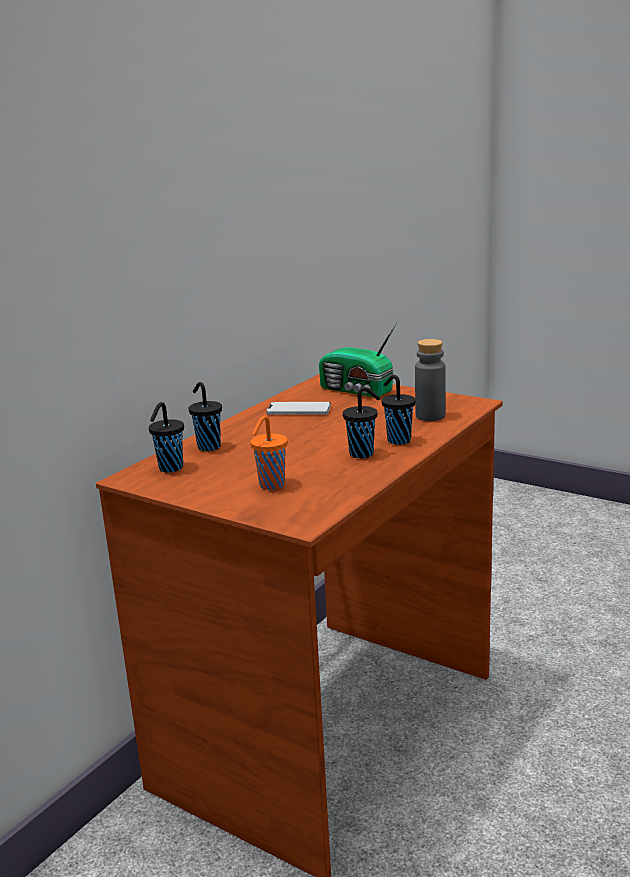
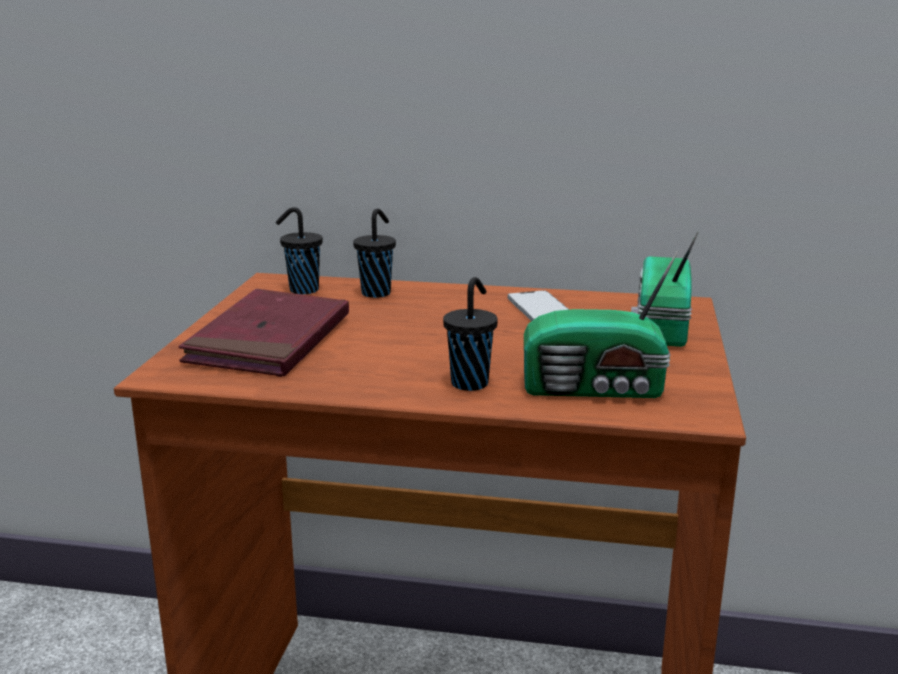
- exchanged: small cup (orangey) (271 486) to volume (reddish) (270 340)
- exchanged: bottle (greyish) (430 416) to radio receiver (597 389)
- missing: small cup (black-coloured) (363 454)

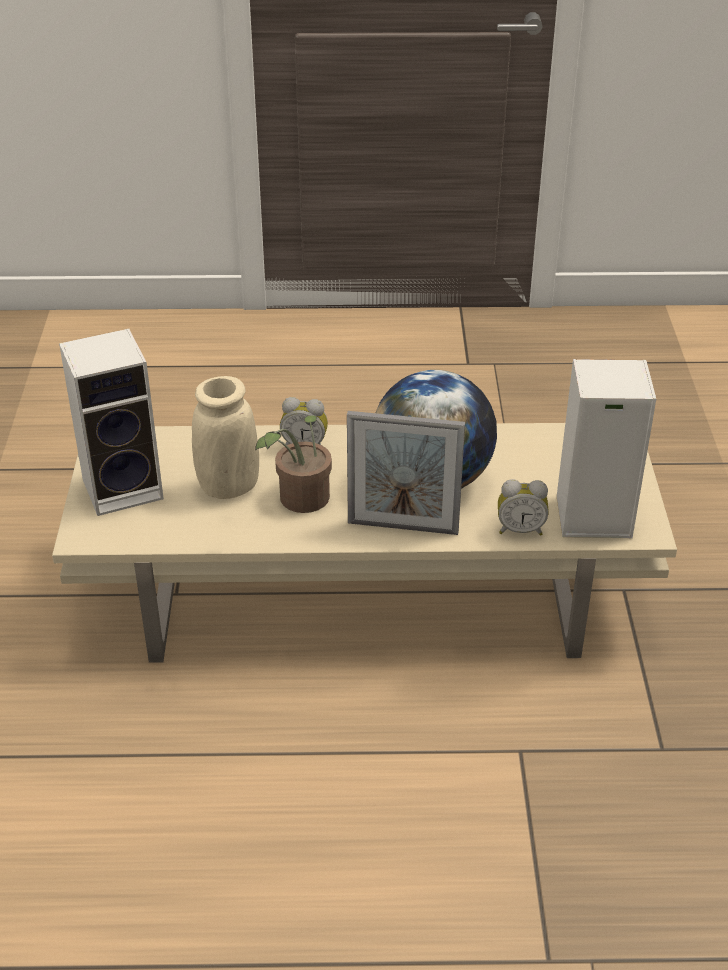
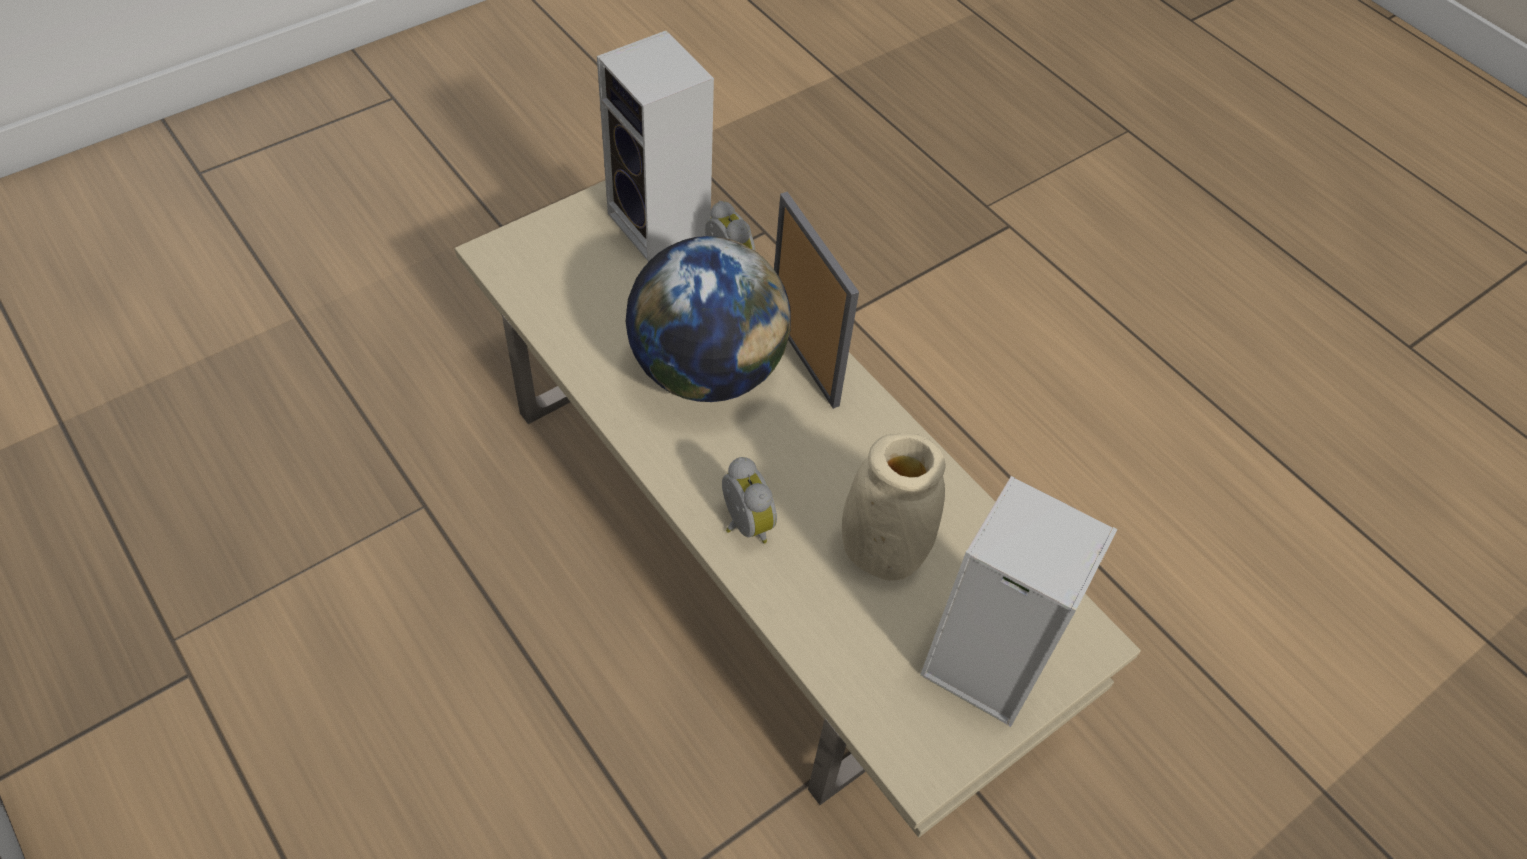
- missing: plant in a pot (299 501)

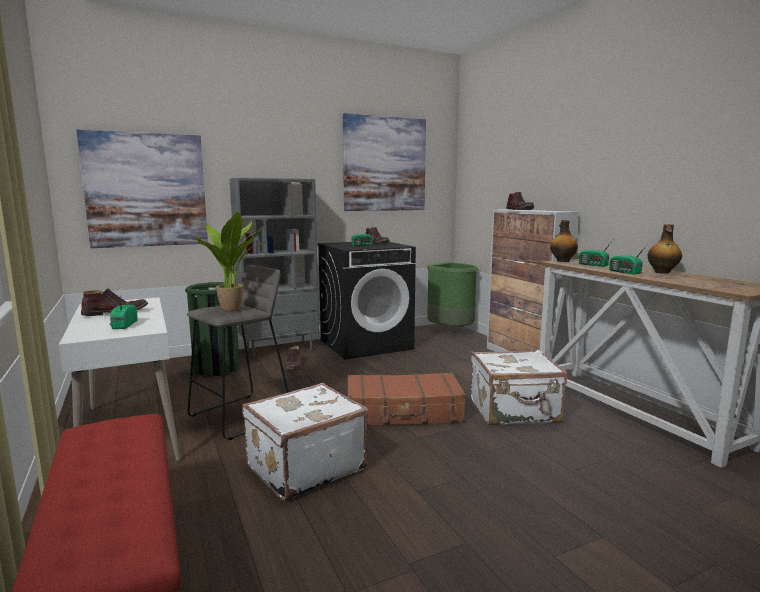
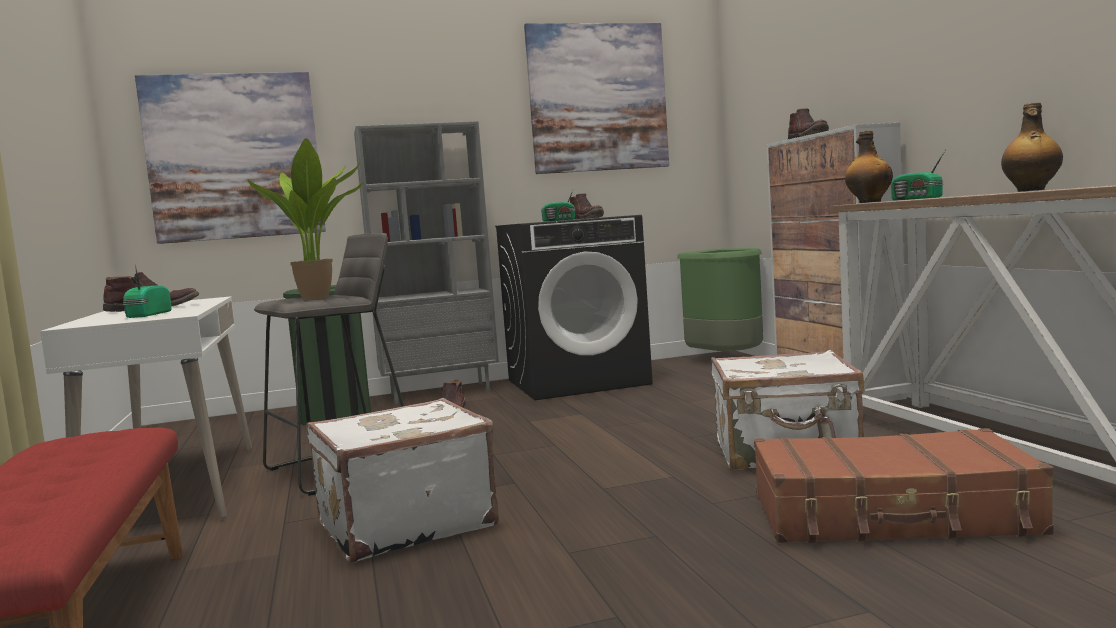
- relocated: travel case (brown-coloured) (404 412) to (892 515)
- missing: radio receiver (625 272)

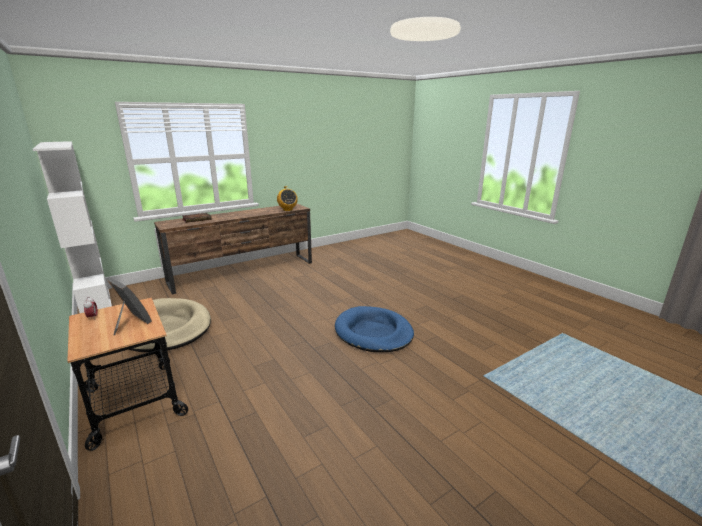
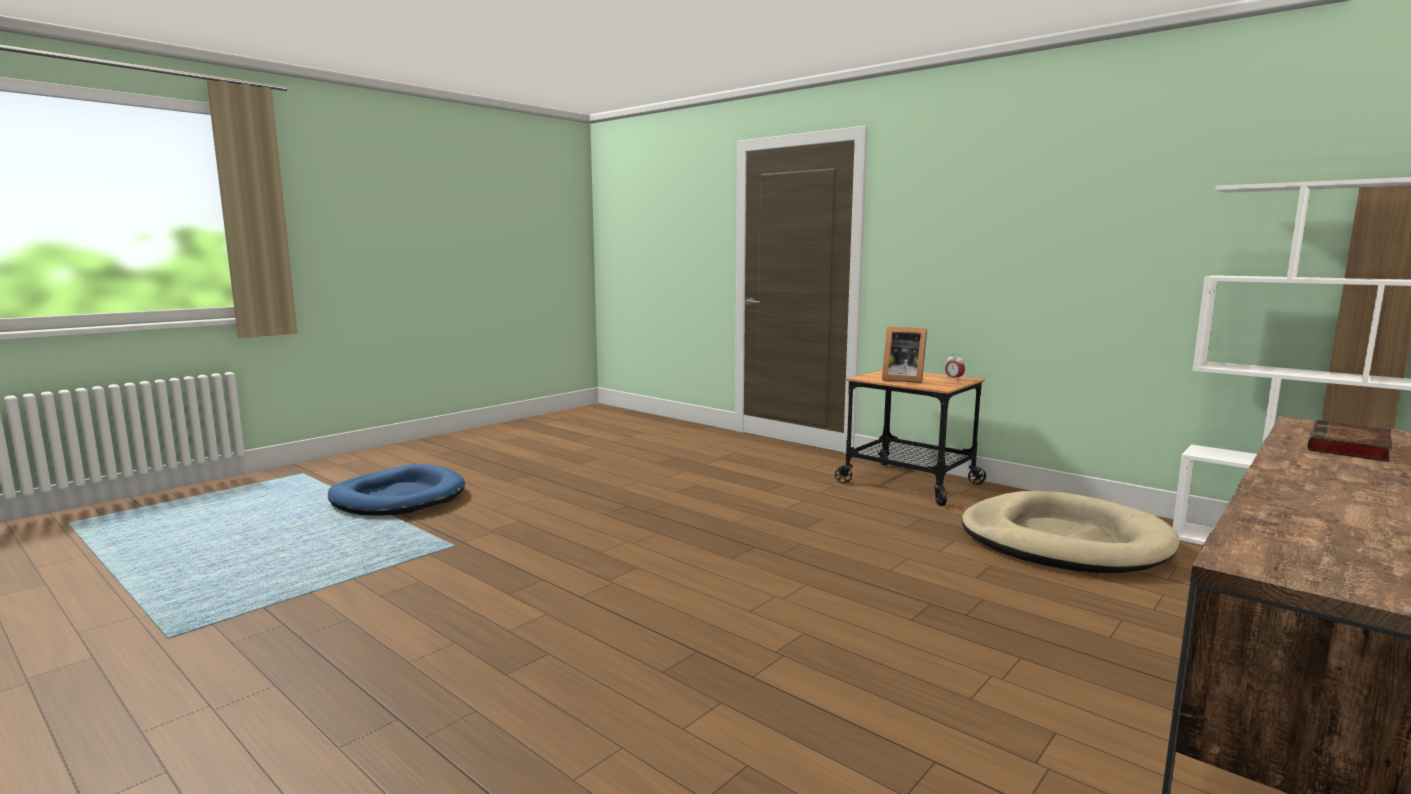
- relocated: dog bed (bluish) (373 332) to (398 497)
- missing: radio receiver (287 209)

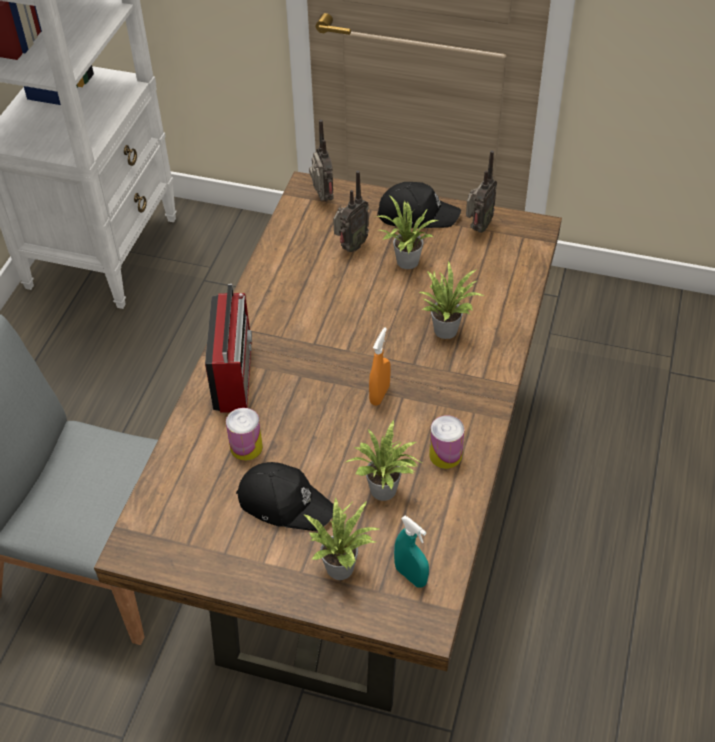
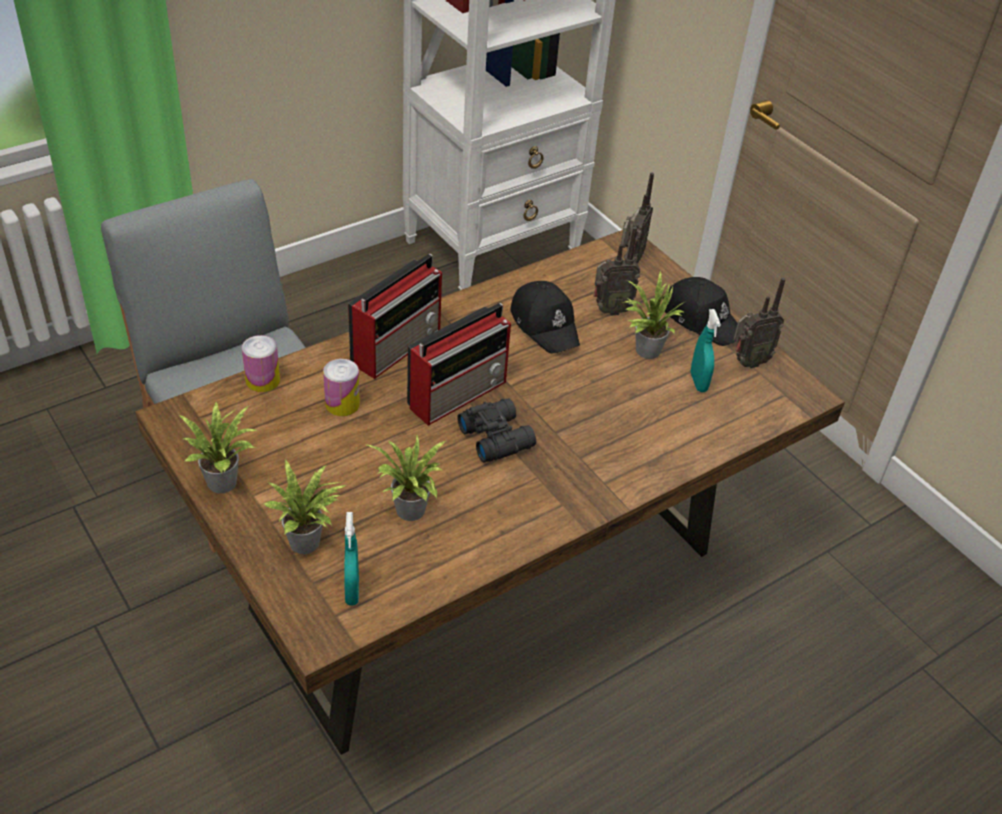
- relocated: plant in a pot (446 328) to (226 481)
- relocated: sealed can (445 455) to (262 380)
- appeared: radio receiver (459 393)
- exchanged: sprayer (orangey) (379 394) to binoculars (black-coloured) (496 436)
- relocated: peaked cap (black-coloured) (285 502) to (545 324)
- appeared: sprayer (turquoise) (698 382)

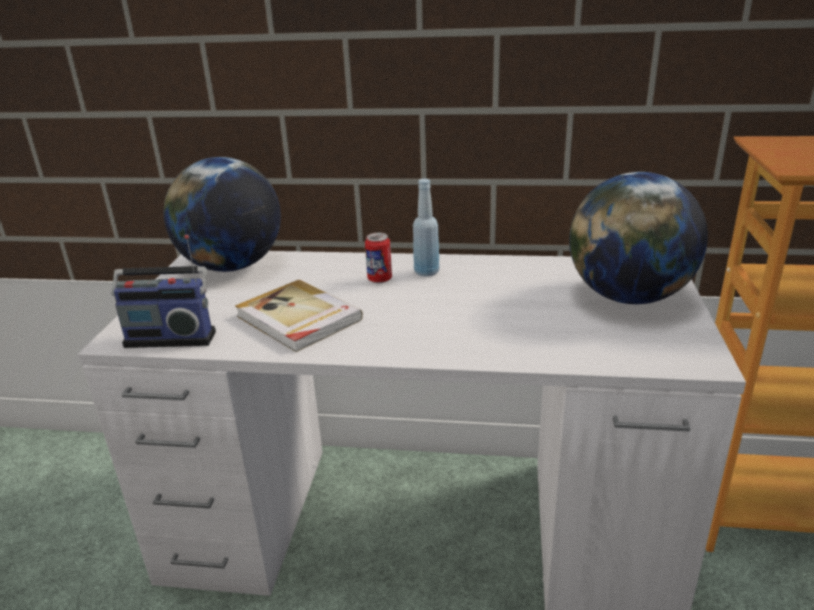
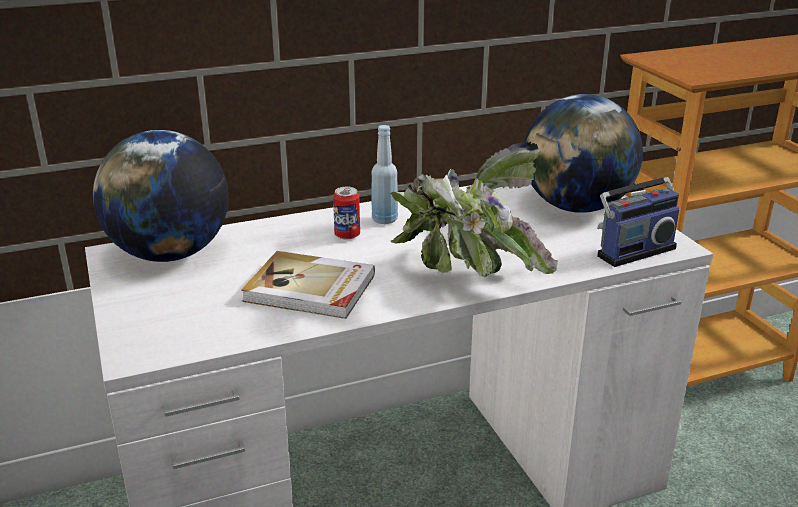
- appeared: plant in a pot (465 276)
- relocated: radio receiver (172 337) to (633 250)

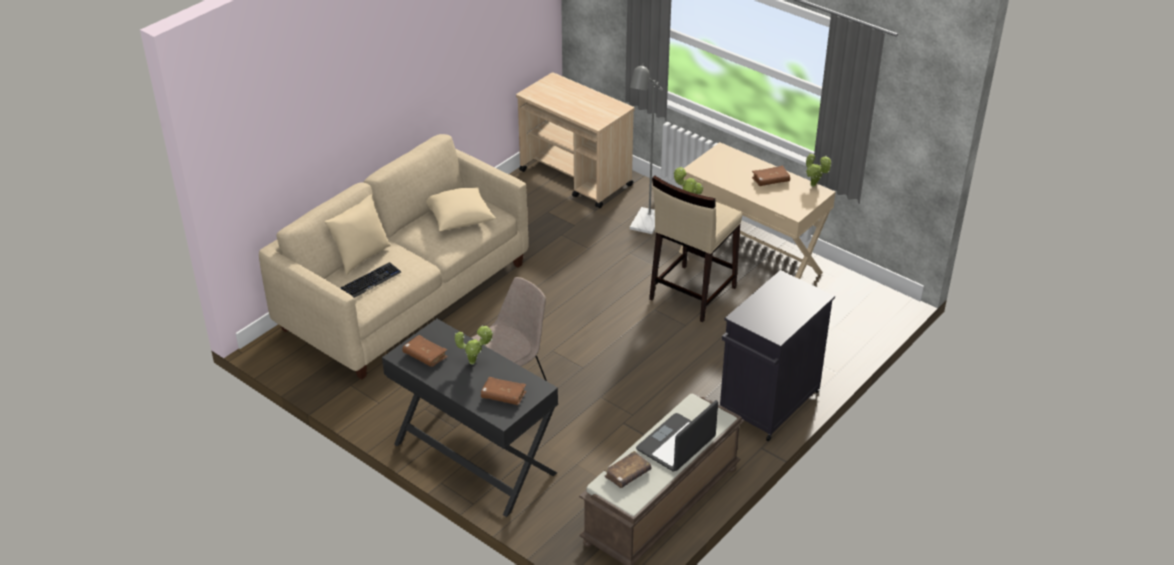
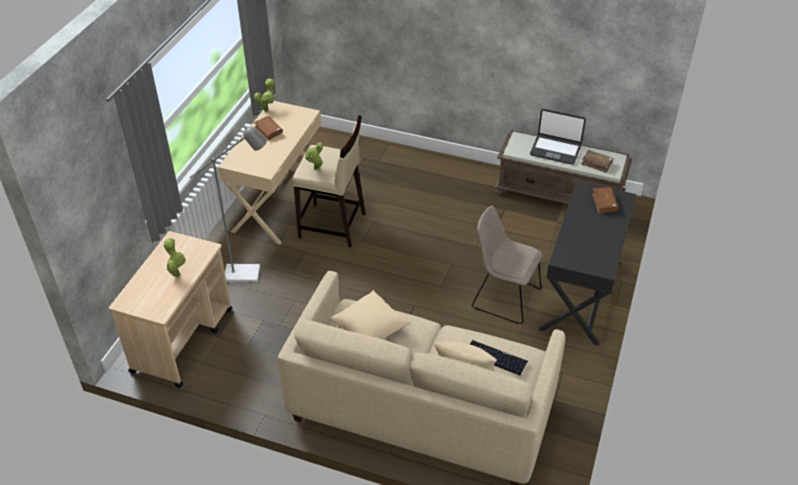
- relocated: plant in a pot (474 362) to (177 274)
- missing: volume (brown-coloured) (425 355)
- missing: cabinet (black-coloured) (768 404)

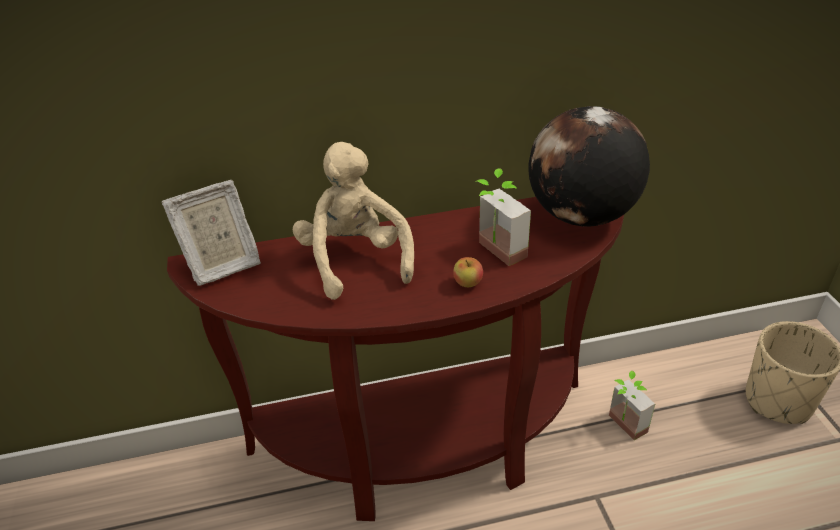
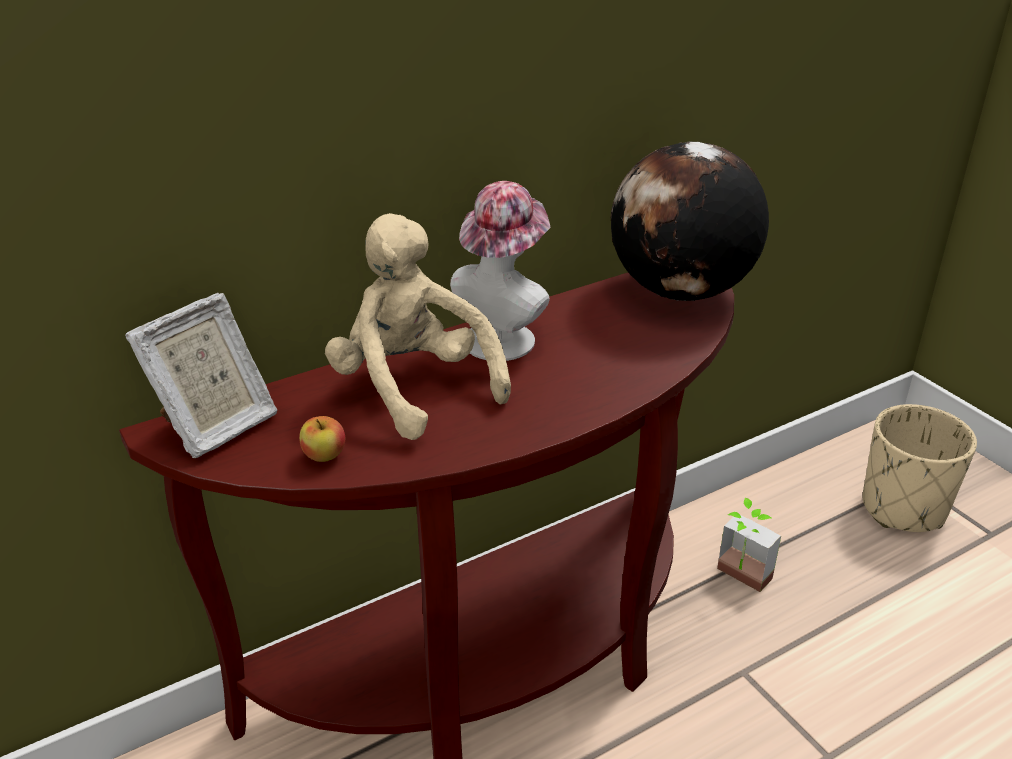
- relocated: apple (468 283) to (324 456)
- appeared: wearable hat (504 336)
- missing: plant in a pot (494 253)

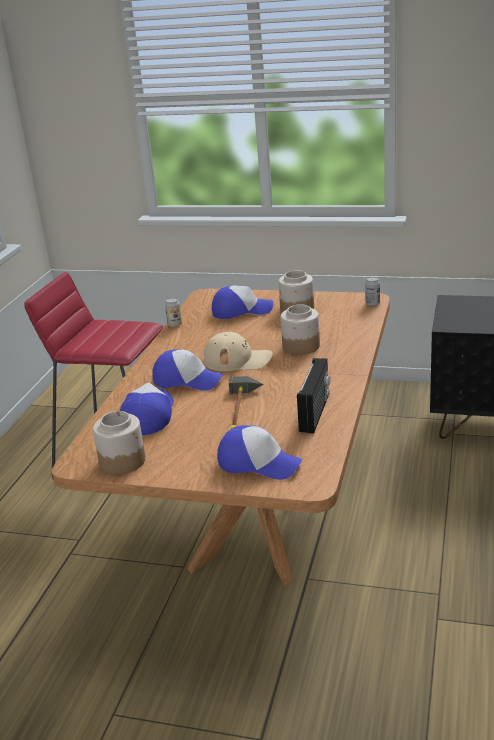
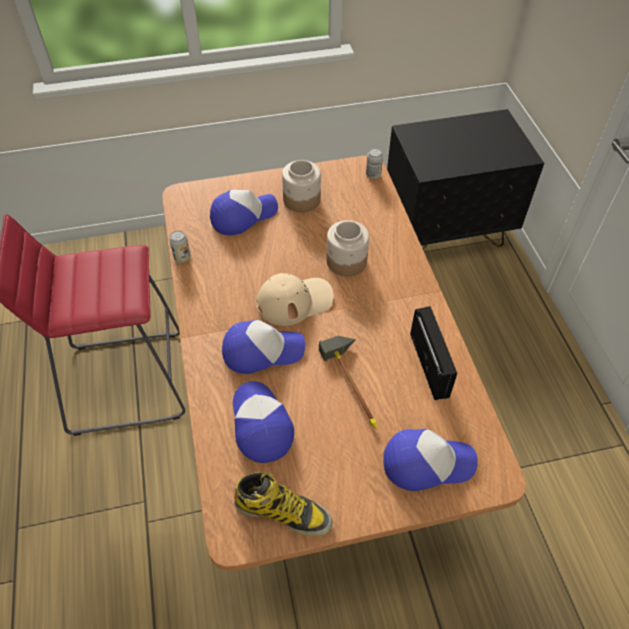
- exchanged: storage jar (122 461) to boot (283 512)

